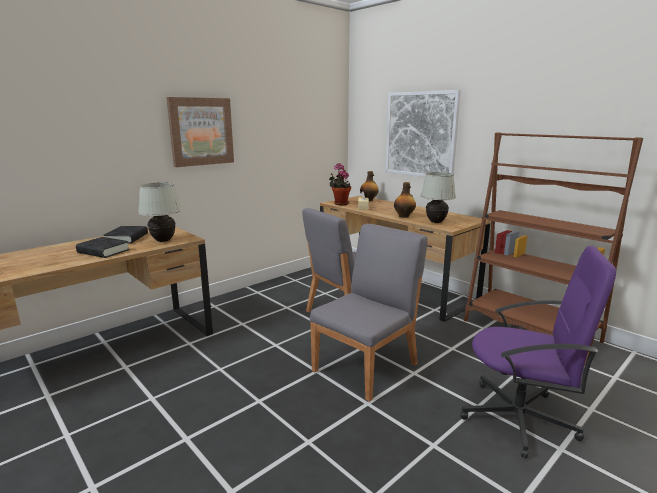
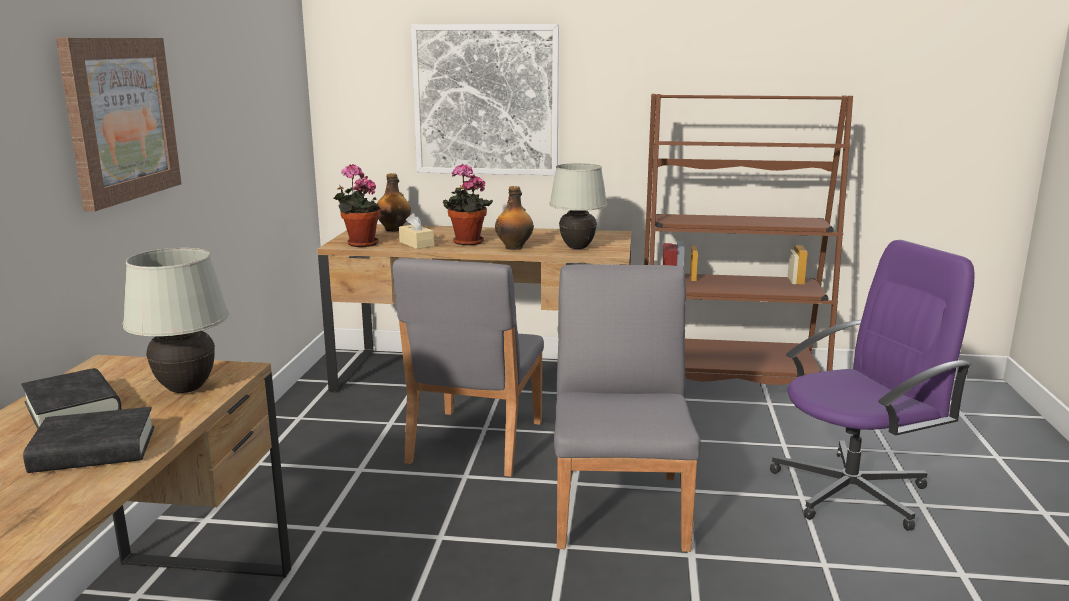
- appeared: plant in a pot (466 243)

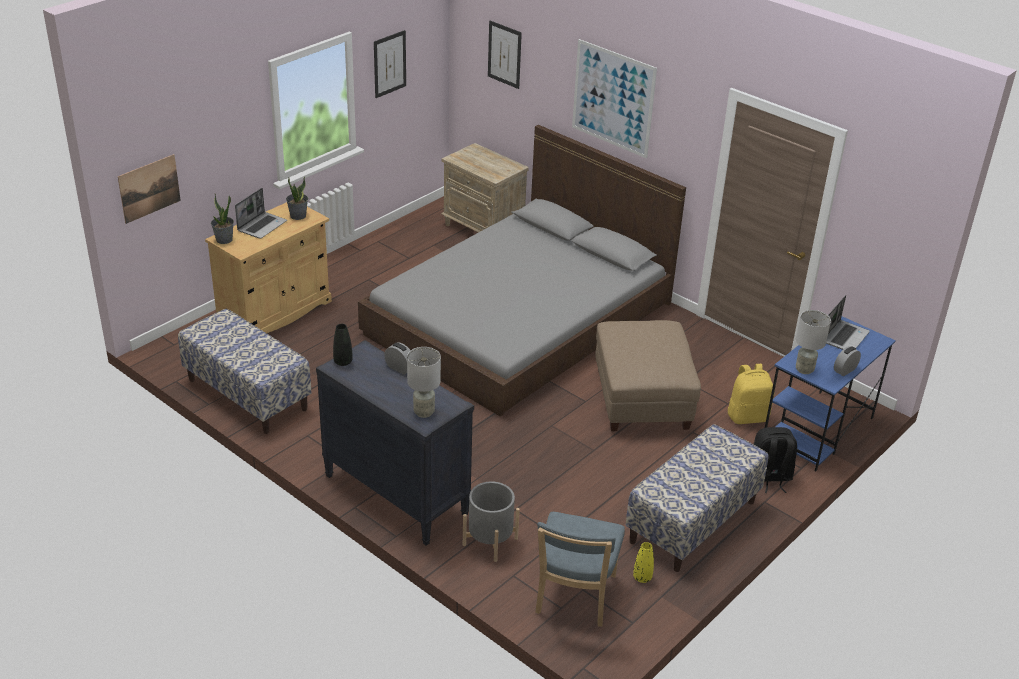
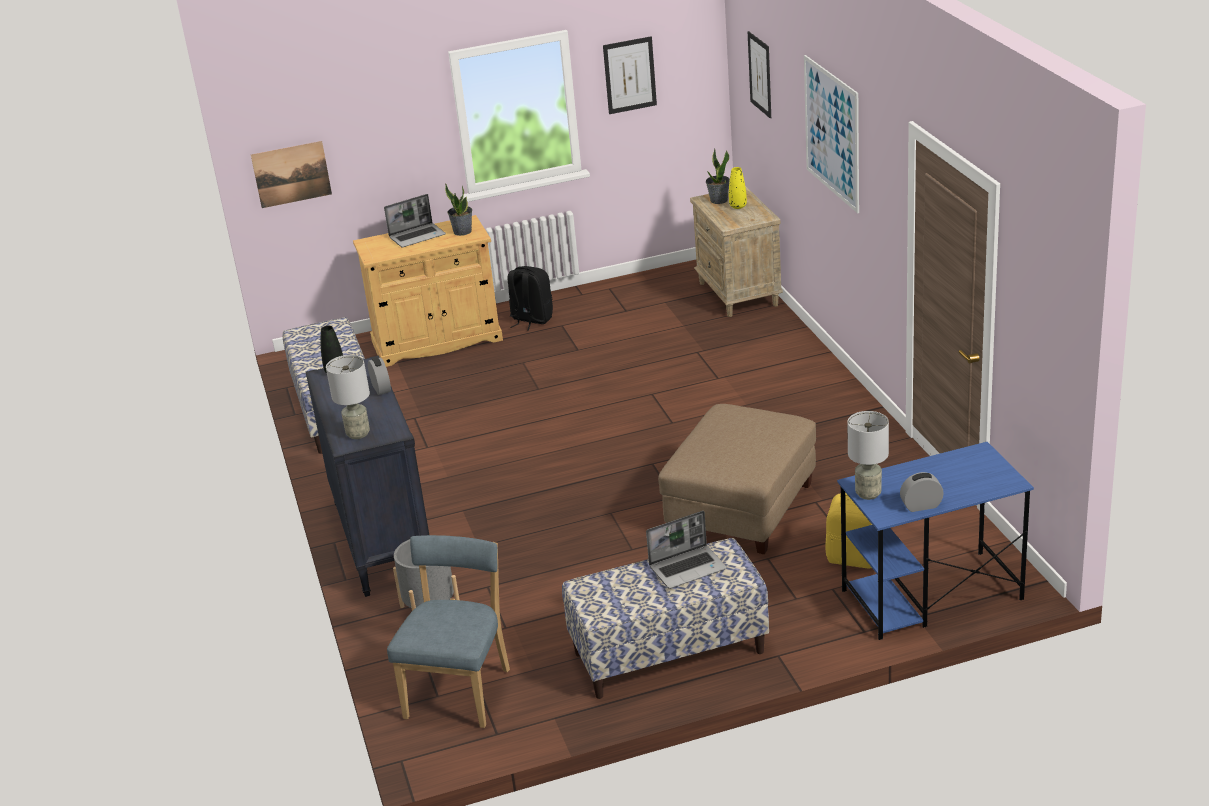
- spun: chair (bluish) (574 597) = (460 690) 150 degrees clockwise
- relocated: backpack (black-coloured) (769 477) to (531 320)
- relocated: portable computer (844 337) to (688 568)
- relocated: plant in a pot (224 240) to (718 200)
- relocated: vase (yellow-coloured) (642 578) to (738 206)
- missing: bed (greyish) (519 318)

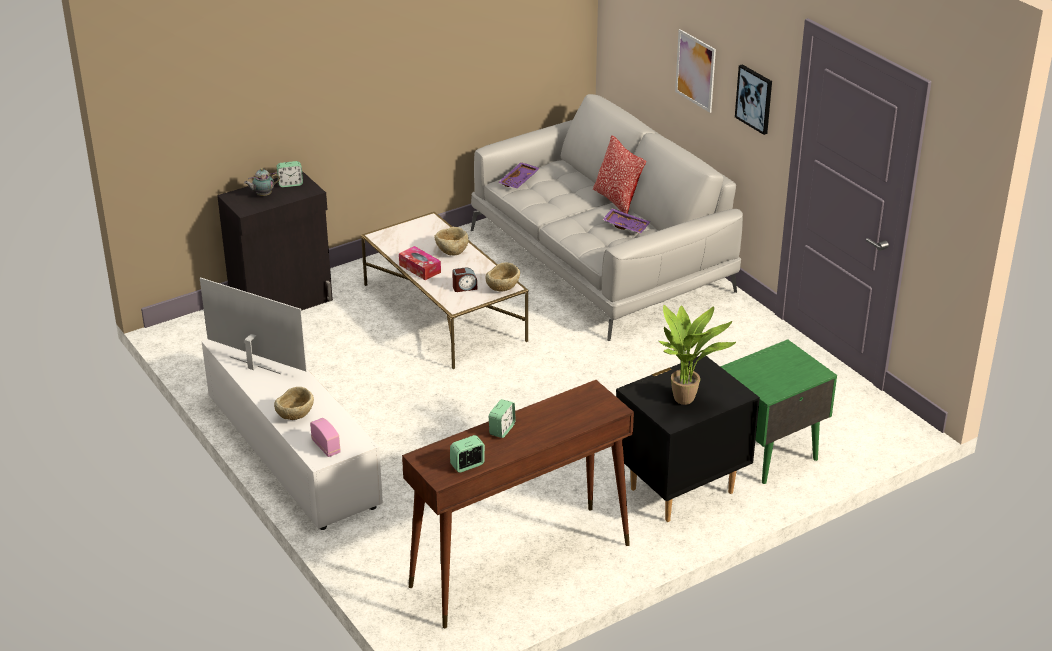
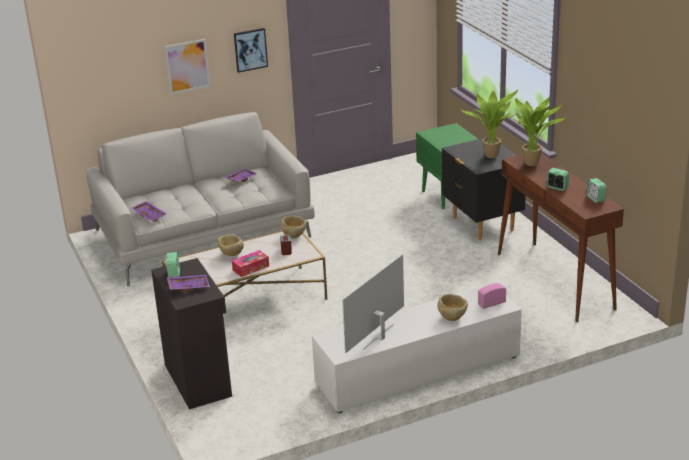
- exchanged: pot for tea (263 195) to carrying tray (purple) (188 286)
- appeared: plant in a pot (534 163)
- missing: pillow (617 201)

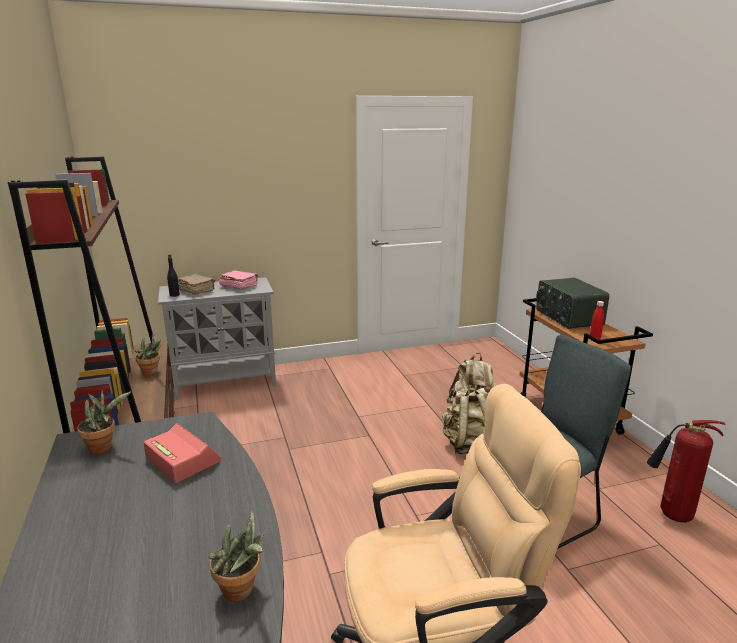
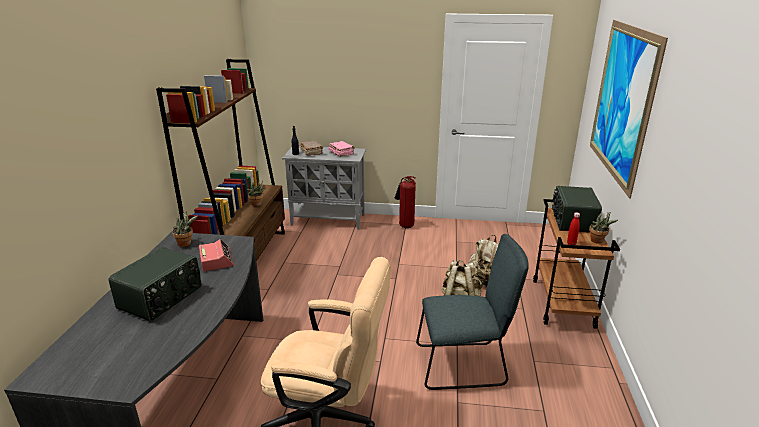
- appeared: radio receiver (161 298)
- relocated: extinguisher (671 515) to (405 226)
- relocated: plant in a pot (242 591) to (598 241)
- appeared: picture (621 102)

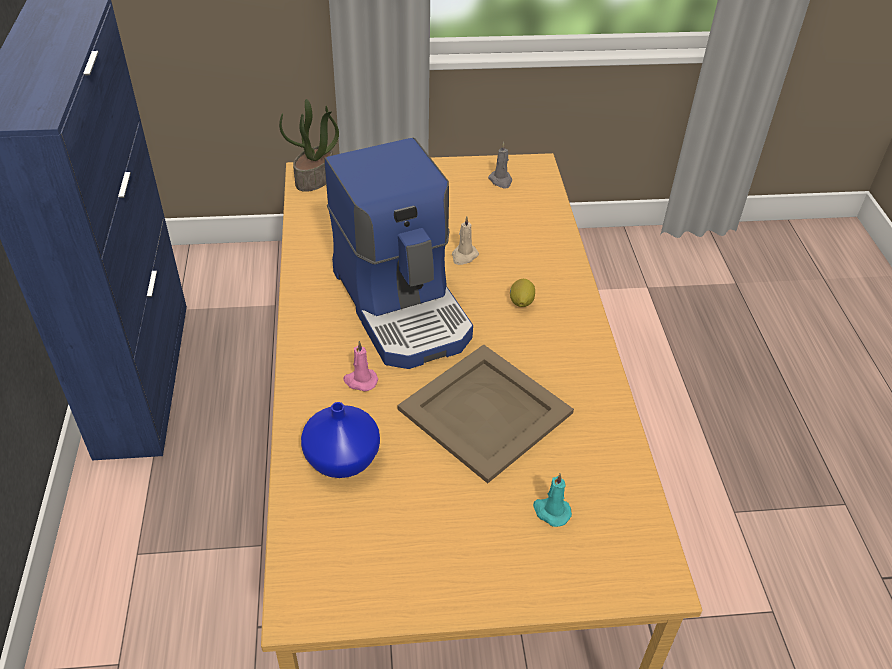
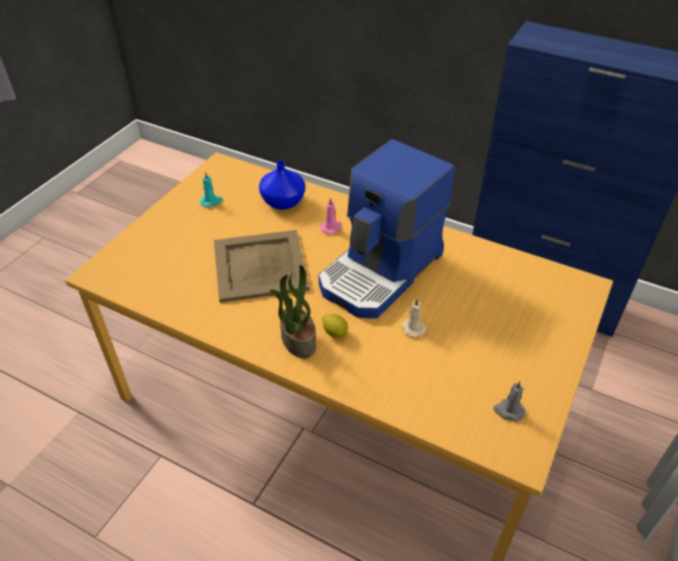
- relocated: candle (turquoise) (551 511) to (211 201)
- relocated: plant in a pot (315 179) to (297 340)
- spun: coffee brewer (404 306) = (381 272) 60 degrees counterclockwise

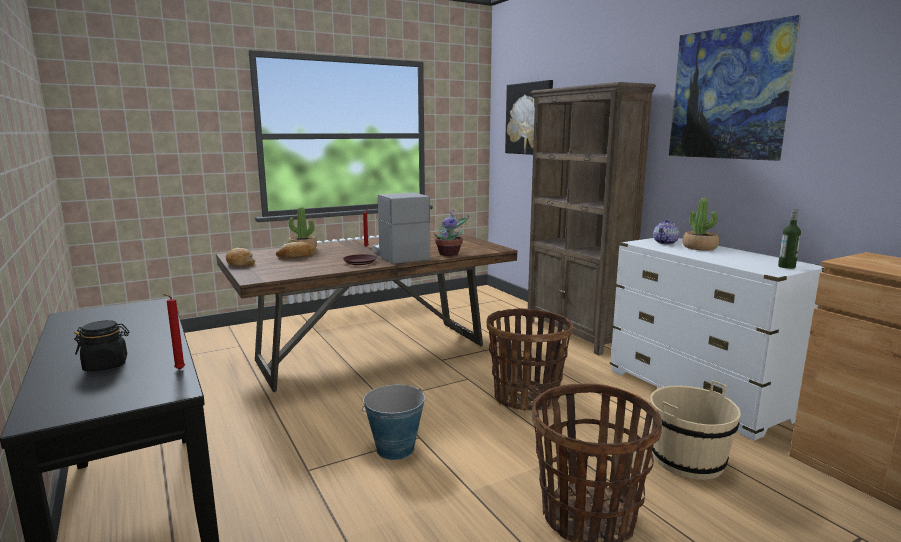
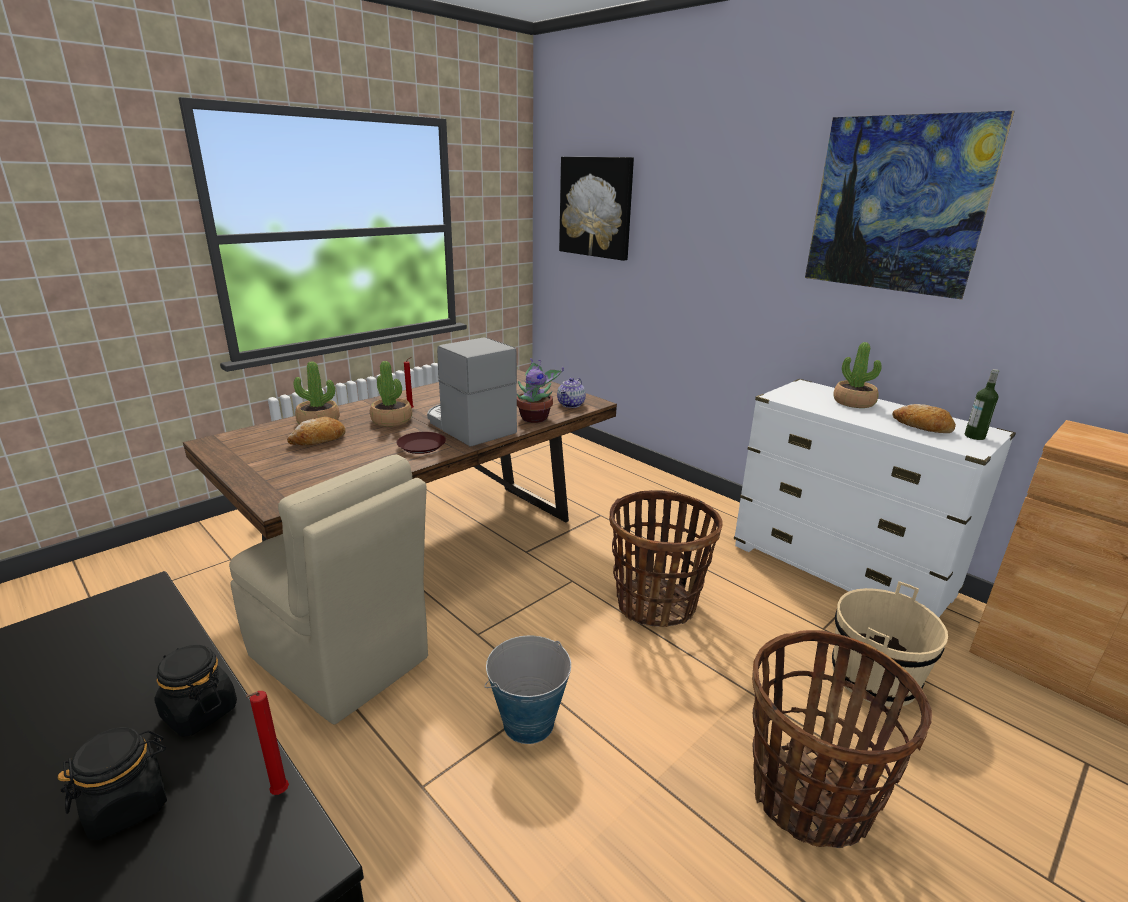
- appeared: storage jar (black-coloured) (199 712)
- appeared: chair (beige-coloured) (341 659)
- appeared: plant in a pot (392 420)
- relocated: pot for tea (665 243) to (571 404)
- relocated: bakery bread (240 263) to (922 427)
- missing: bookshelf (brown-coloured) (575 333)

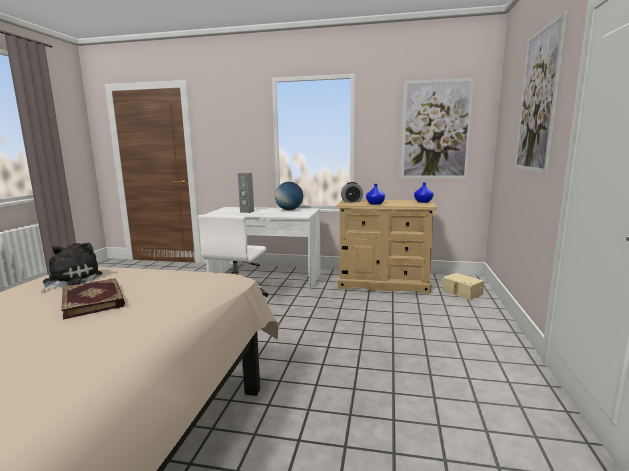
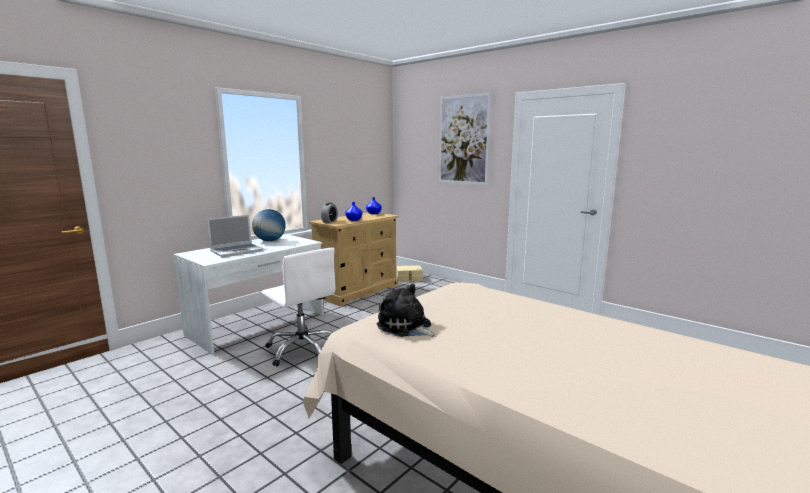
- exchanged: speaker (greyish) (247 211) to portable computer (237 251)
- missing: volume (94 300)
- missing: picture (435 130)

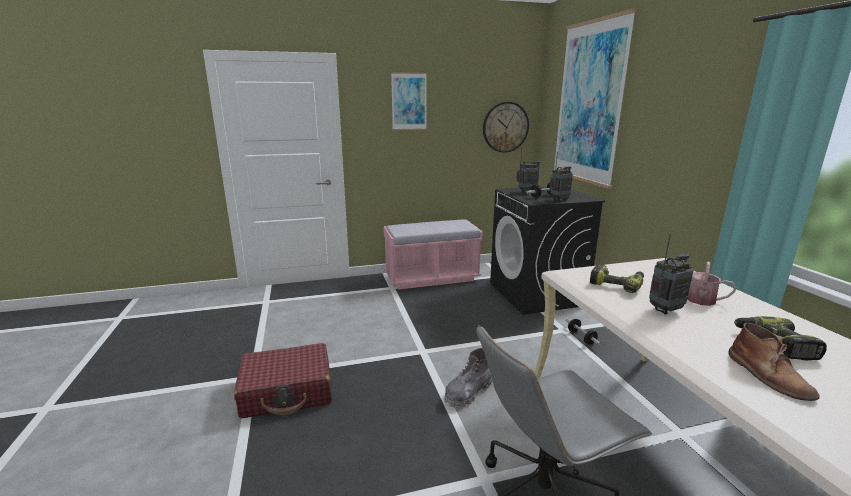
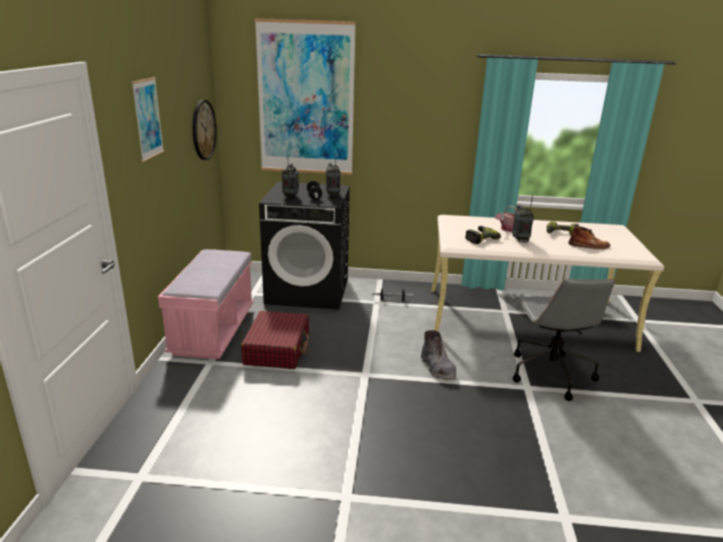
- relocated: travel case (reddish) (287 391) to (277 349)

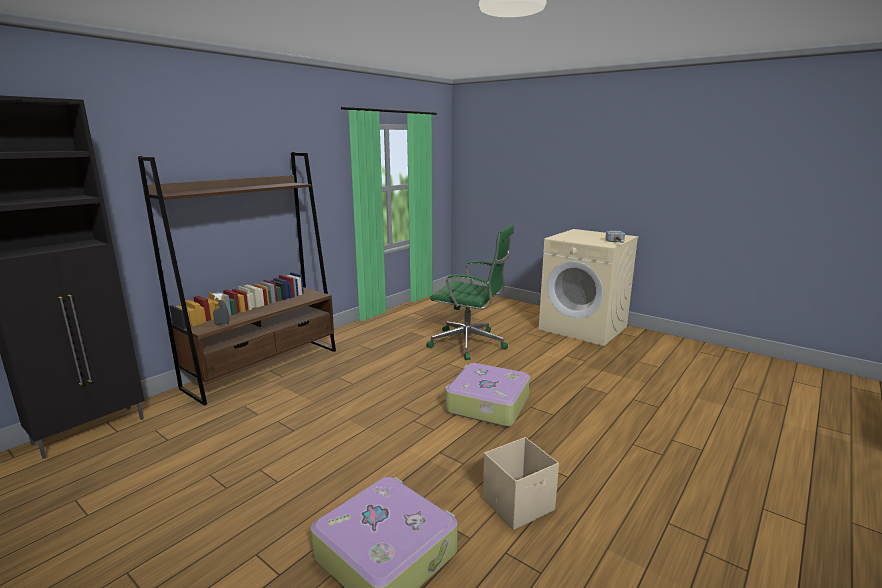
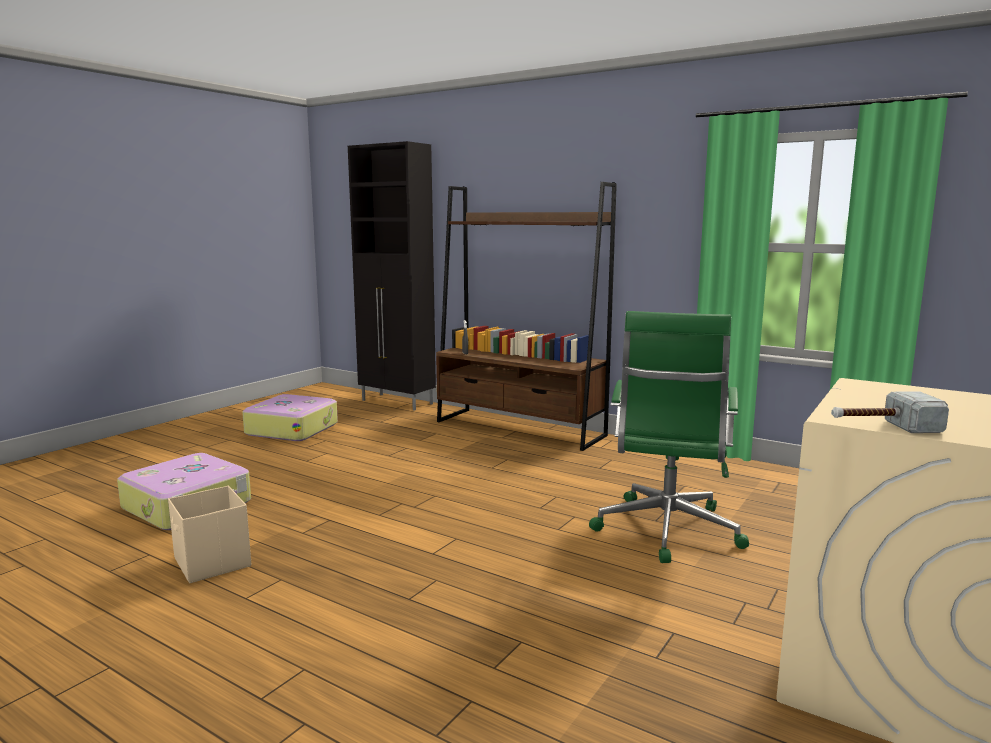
- relocated: travel case (487 404) to (292 429)

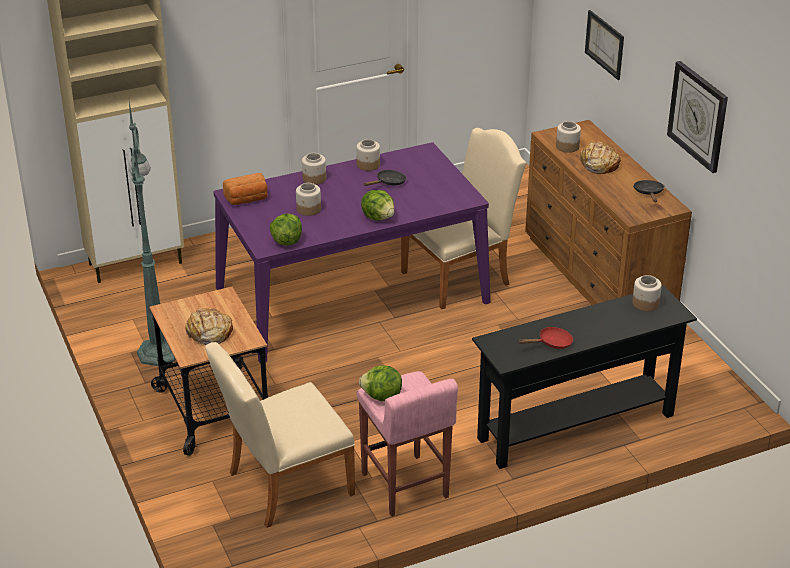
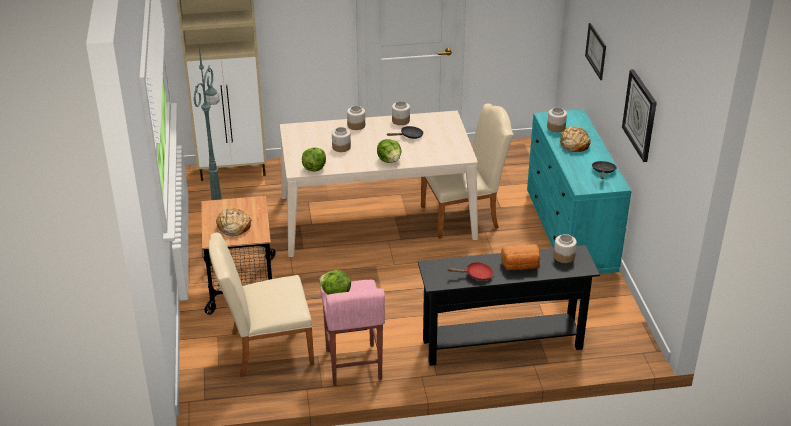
- colour: kitchen table (purple) (352 294) to kitchen table (beige-coloured) (377 217)
- relocated: bakery bread (247 199) to (520 266)
- colour: drawer chest (brown-coloured) (598 276) to drawer chest (turquoise) (570 232)

